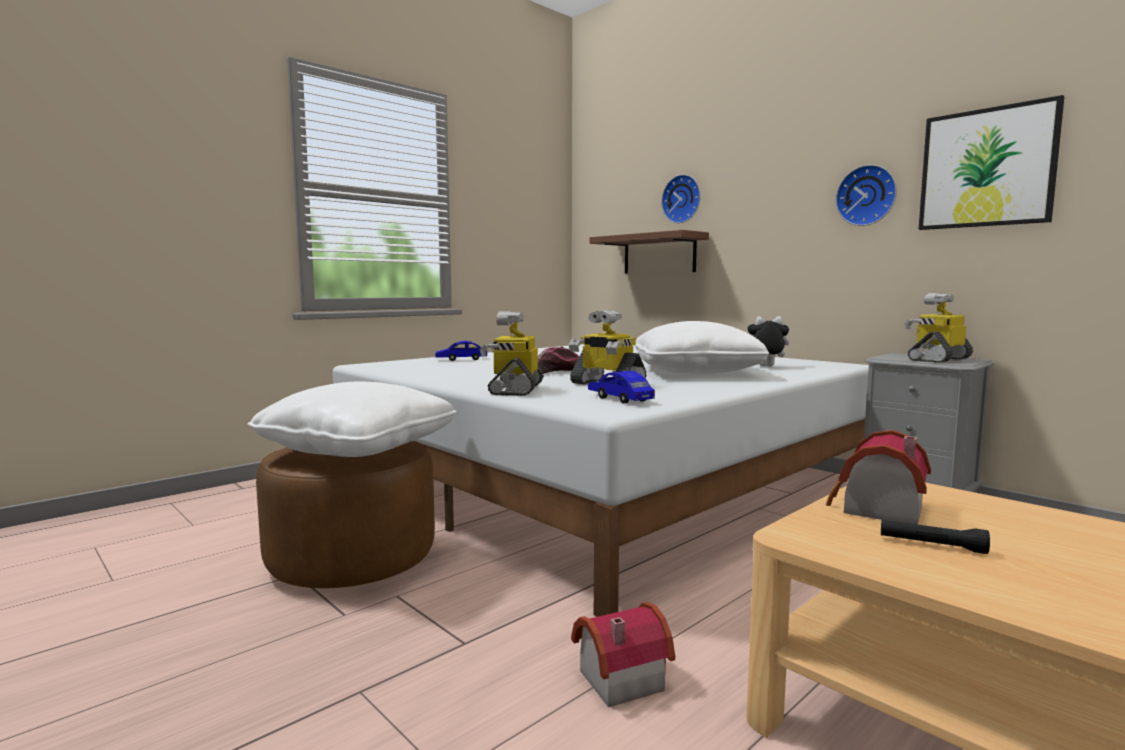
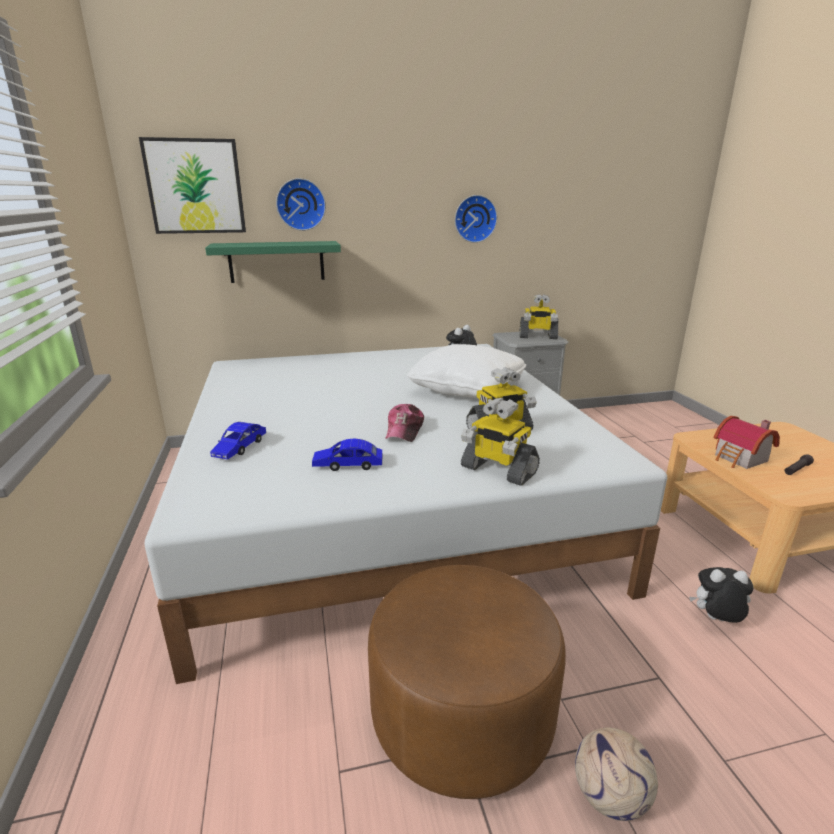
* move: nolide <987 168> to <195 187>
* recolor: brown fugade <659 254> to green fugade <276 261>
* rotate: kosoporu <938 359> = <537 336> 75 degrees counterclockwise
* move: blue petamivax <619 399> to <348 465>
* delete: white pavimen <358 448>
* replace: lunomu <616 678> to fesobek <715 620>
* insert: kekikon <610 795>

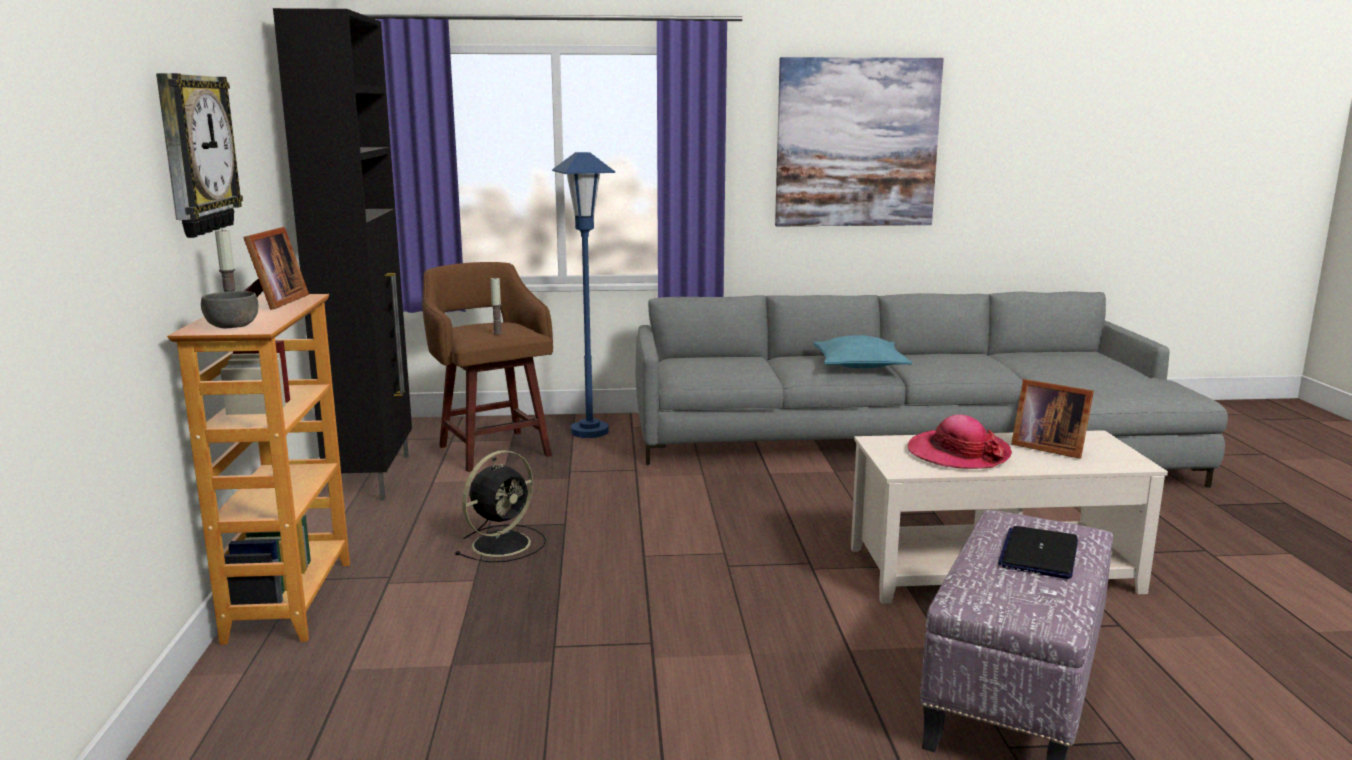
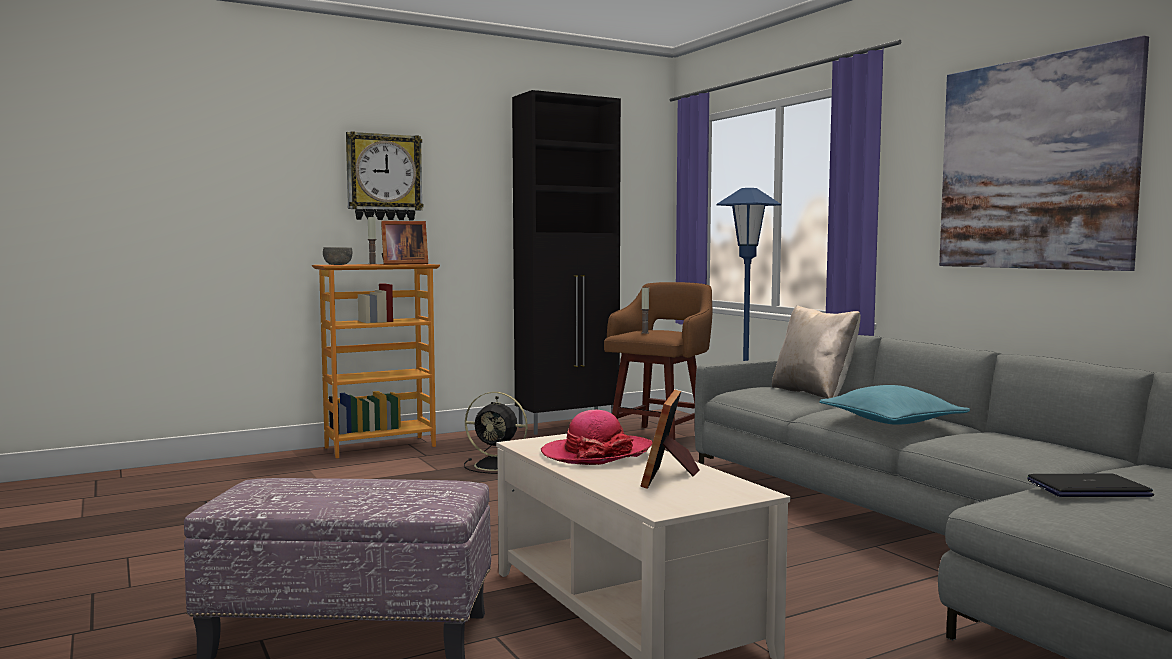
* move: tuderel <1039 554> to <1088 488>
* insert: beige pavimen <814 393>

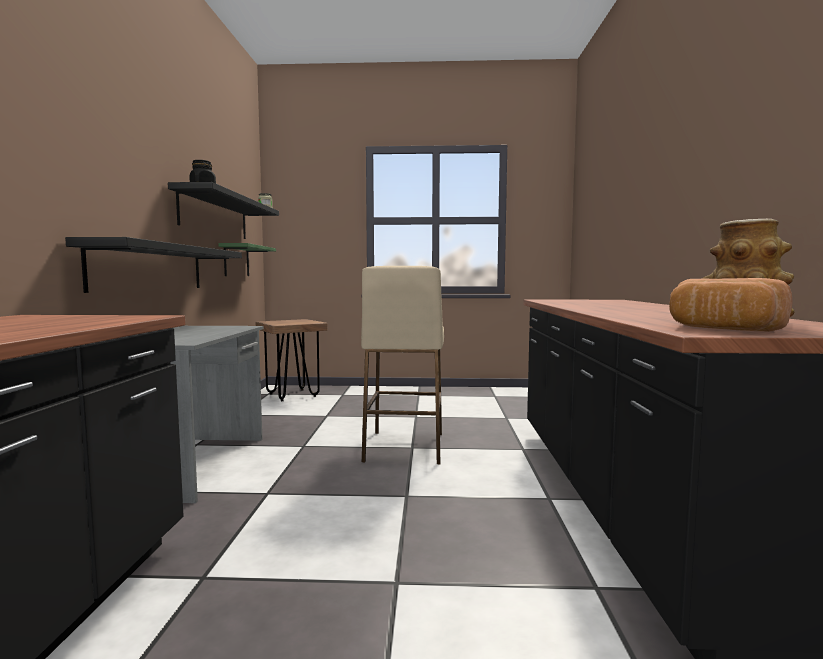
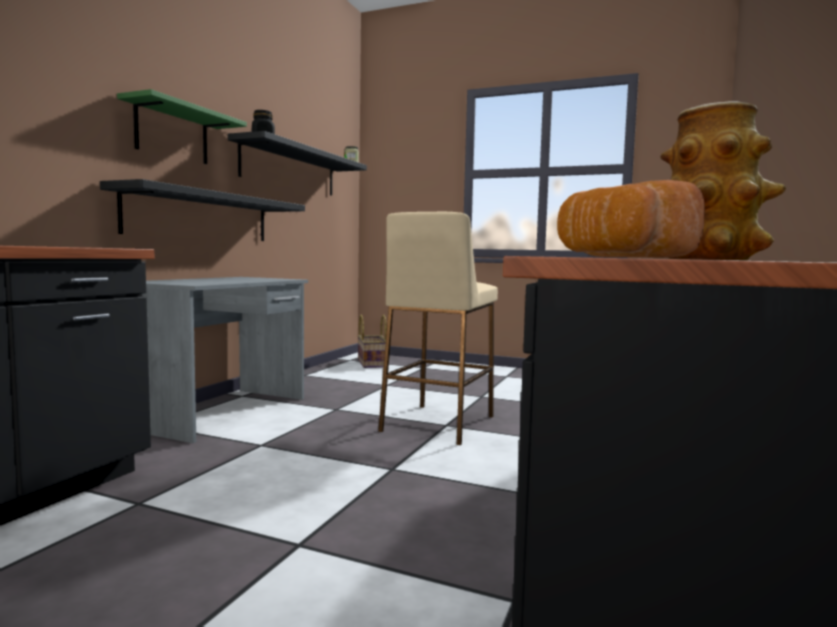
* move: green fugade <236 261> to <172 133>
* replace: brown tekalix <292 395> to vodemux <372 363>

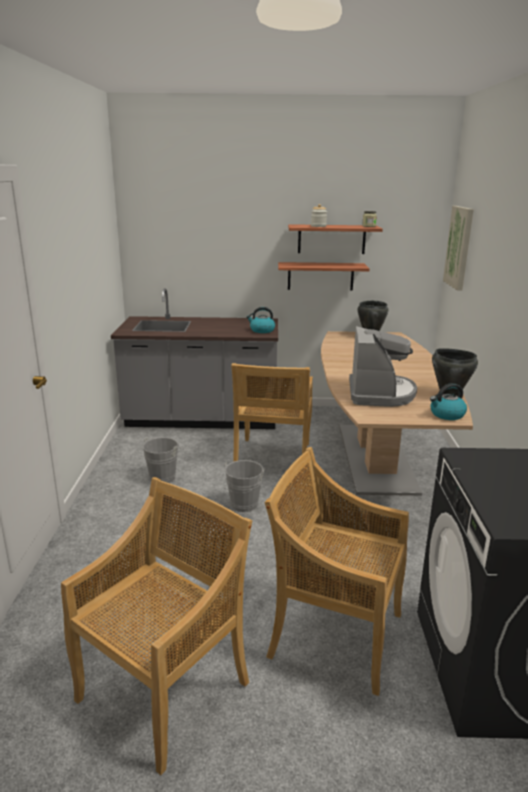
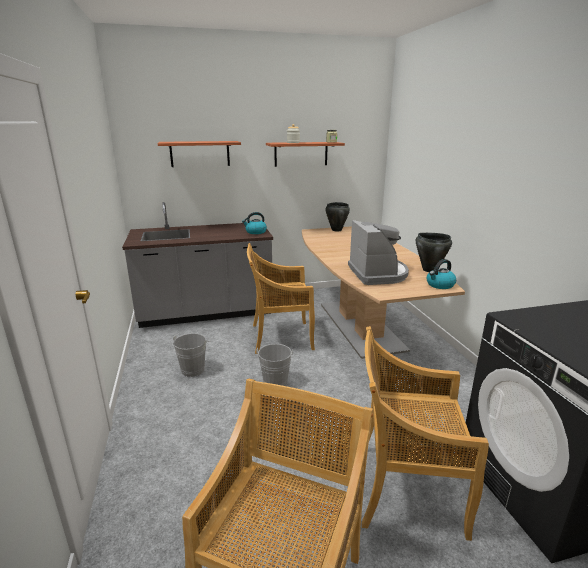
* delete: nolide <459 247>
* move: fugade <320 276> to <200 154>
* rotate: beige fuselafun <272 457> = <280 337> 90 degrees clockwise

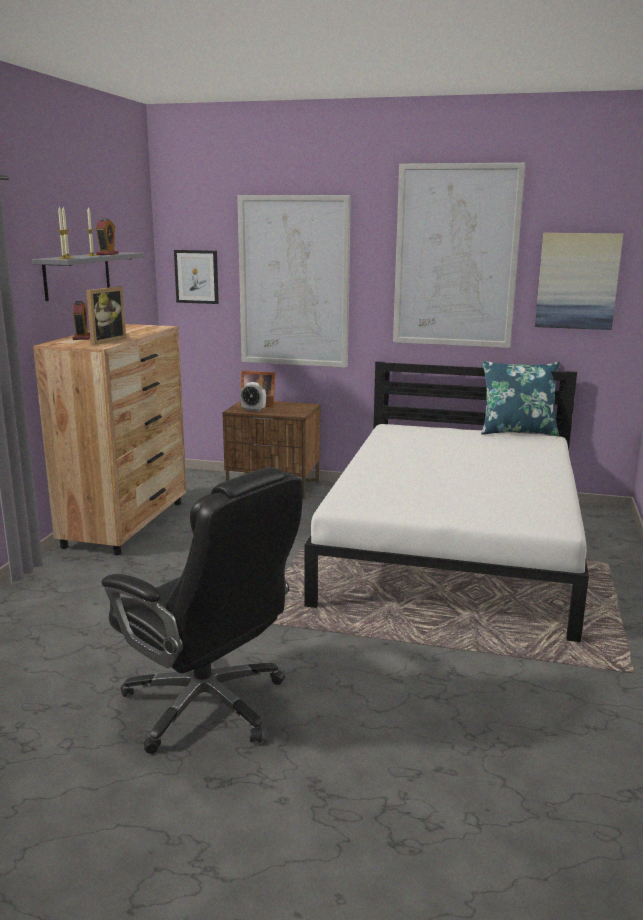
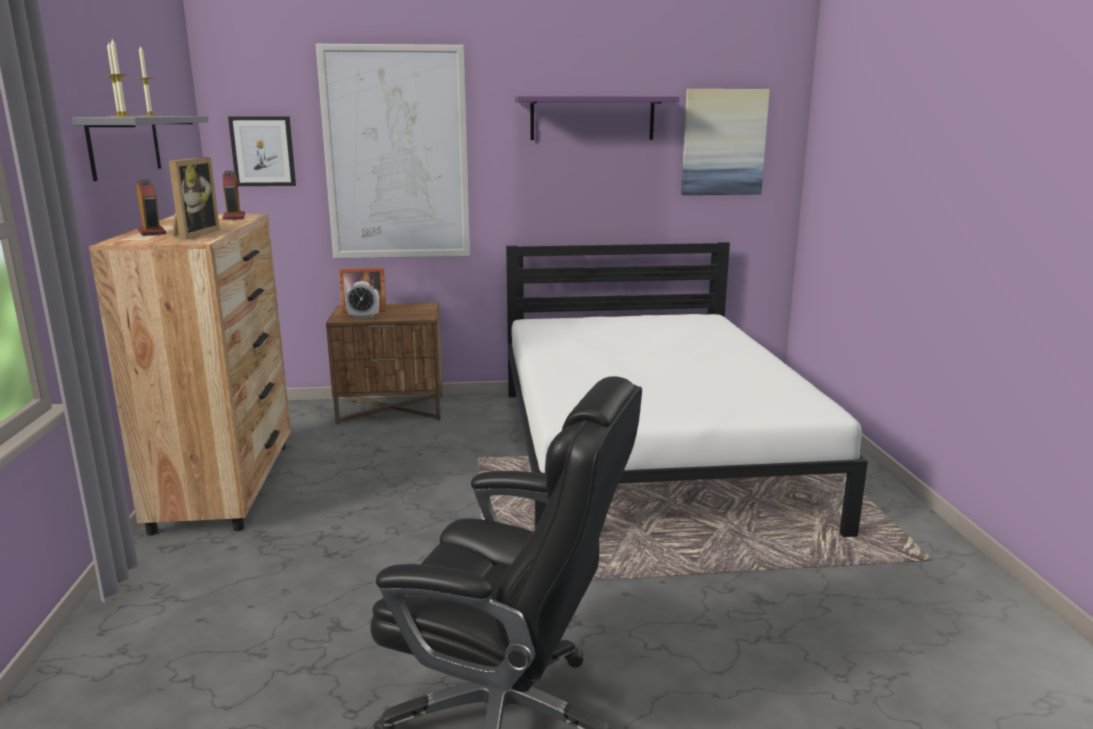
* replace: nolide <456 257> to purple fugade <592 118>
* move: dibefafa <107 254> to <234 217>
* delete: blue pavimen <517 431>

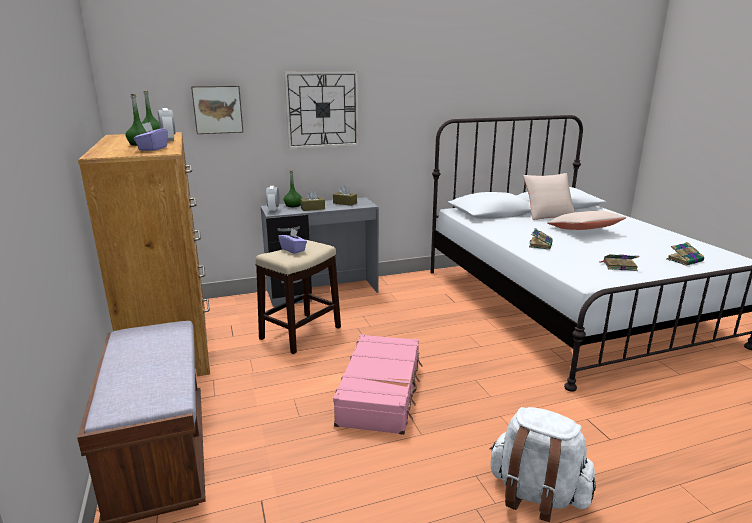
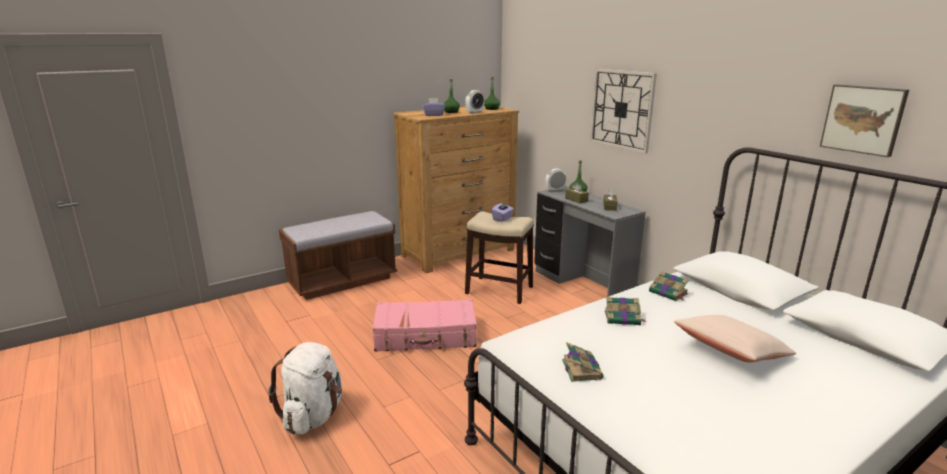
* move: nolide <217 109> to <863 119>
* delete: beige pavimen <547 215>
* move: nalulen <685 260> to <669 293>

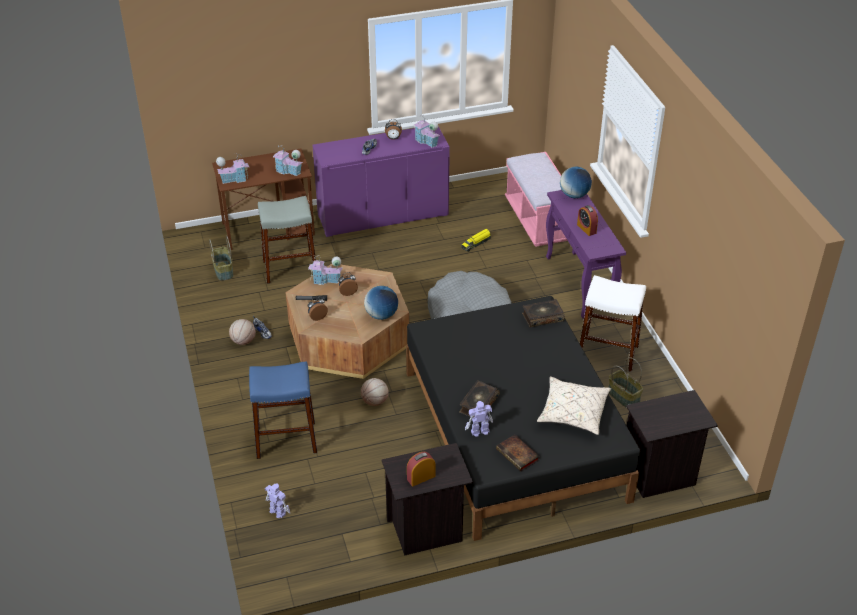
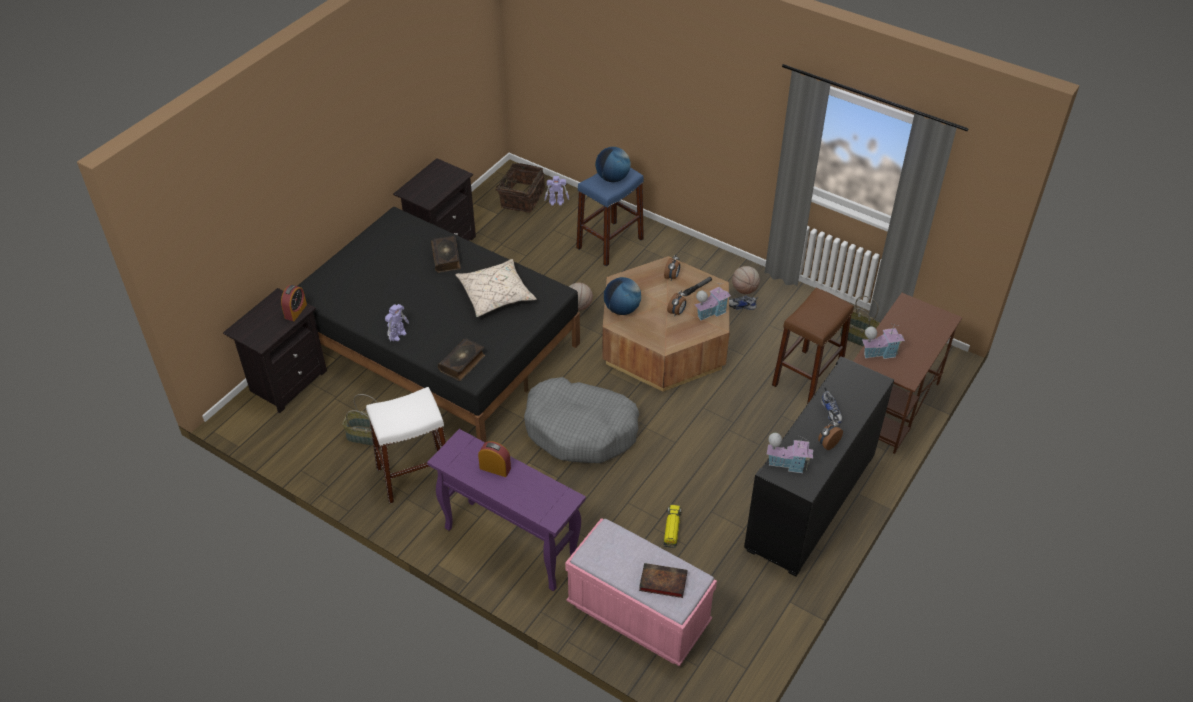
* recolor: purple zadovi <383 215> to black zadovi <811 501>
* delete: lunomu <234 179>
* move: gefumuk <574 195> to <612 178>
* recolor: grey tekalix <290 268> to brown tekalix <807 377>
* move: beige pavimen <573 412> to <496 295>
* move: kosoporu <479 431> to <398 334>
* move: nalulen <518 455> to <661 582>
* move: dibefafa <421 477> to <295 311>
* insert: vodemux <521 198>

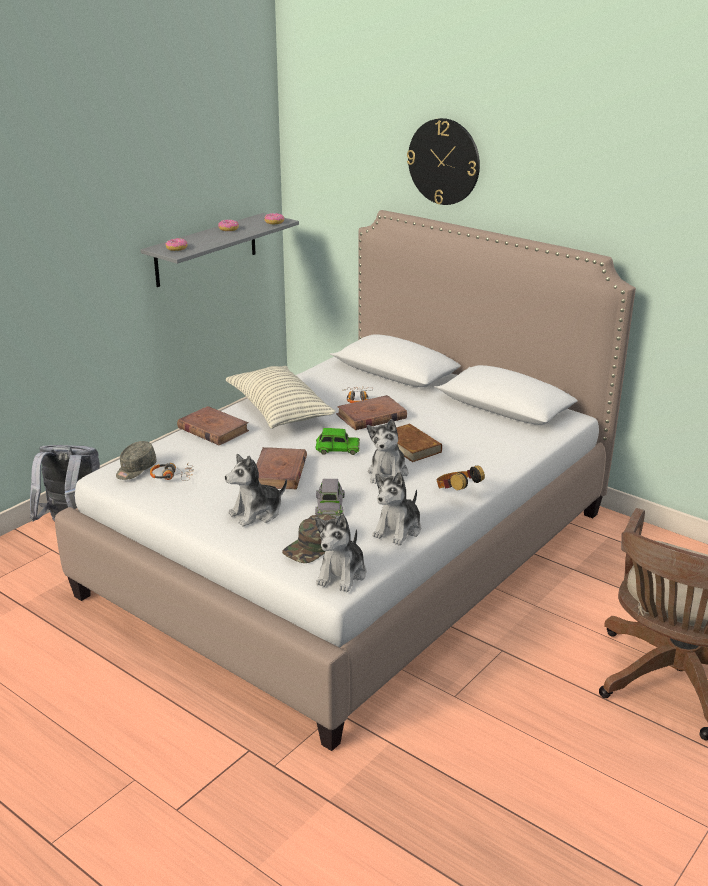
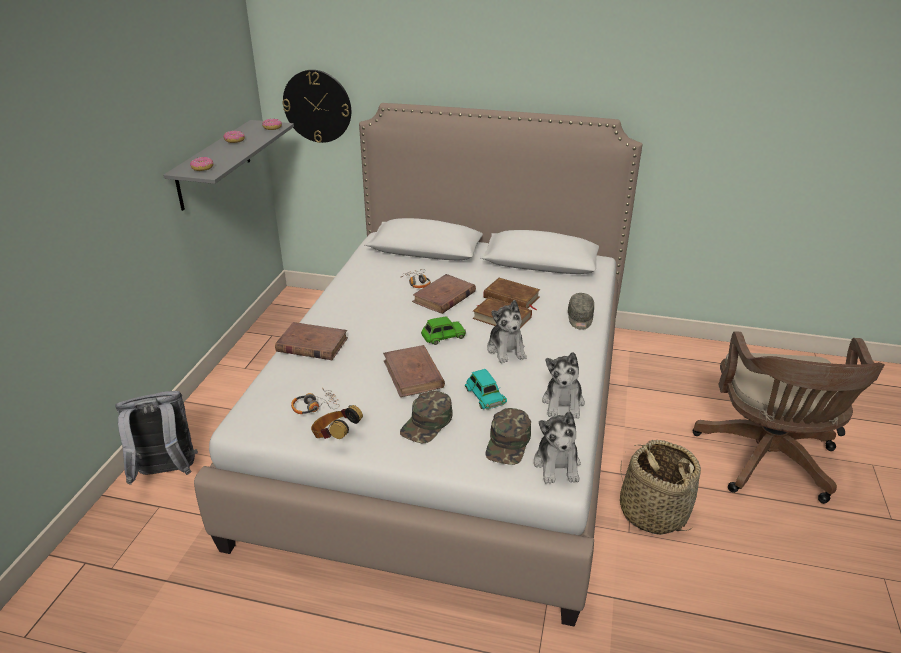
* move: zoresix <444 161> to <317 106>
* delete: pavimen <279 411>
* move: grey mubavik <135 469> to <580 318>
* replace: fesobek <256 513> to green mubavik <427 423>
* move: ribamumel <457 493> to <335 436>
* recolor: grey petamivax <329 505> to turquoise petamivax <485 395>
* insert: brown nalulen <511 297>
* insert: vodemux <653 512>

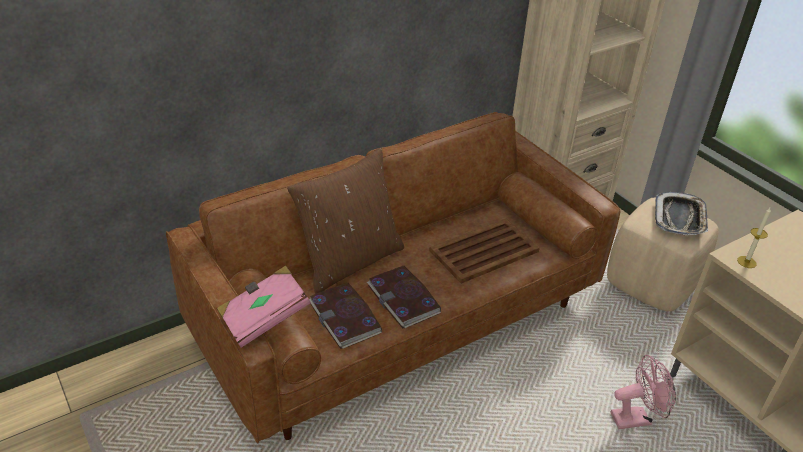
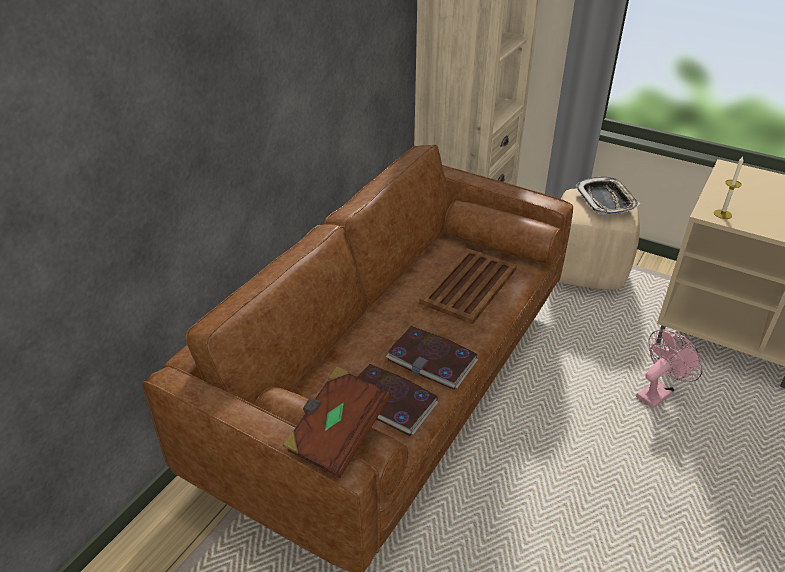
* delete: brown pavimen <350 261>
* recolor: pink nalulen <264 318> to brown nalulen <337 434>

